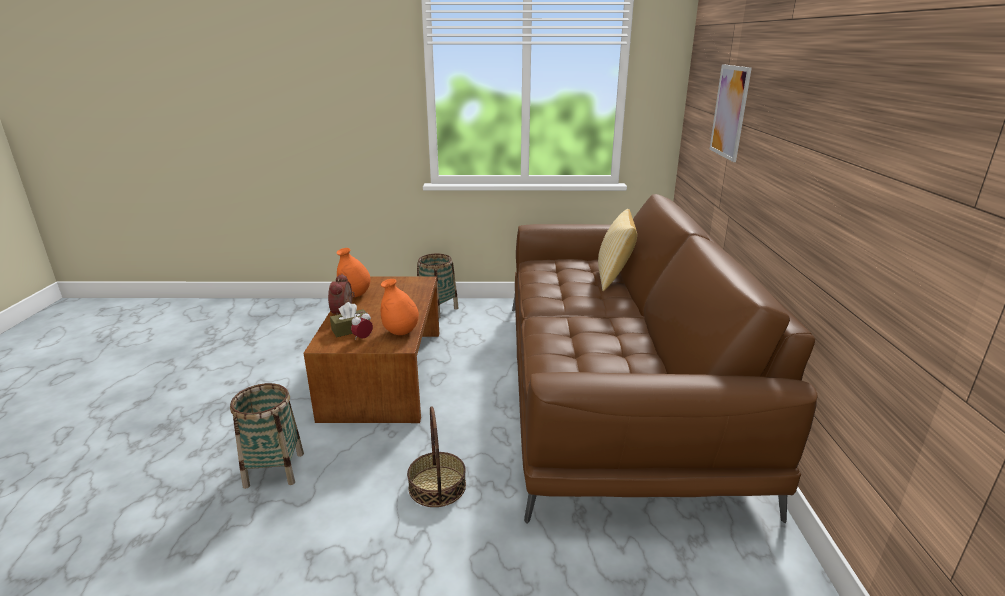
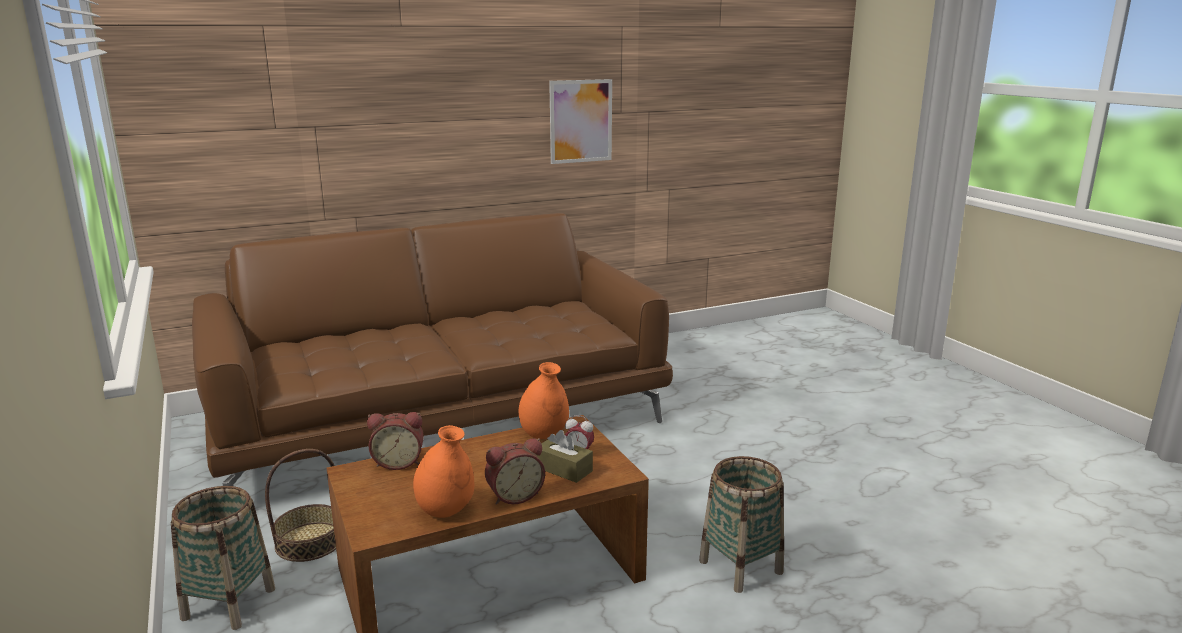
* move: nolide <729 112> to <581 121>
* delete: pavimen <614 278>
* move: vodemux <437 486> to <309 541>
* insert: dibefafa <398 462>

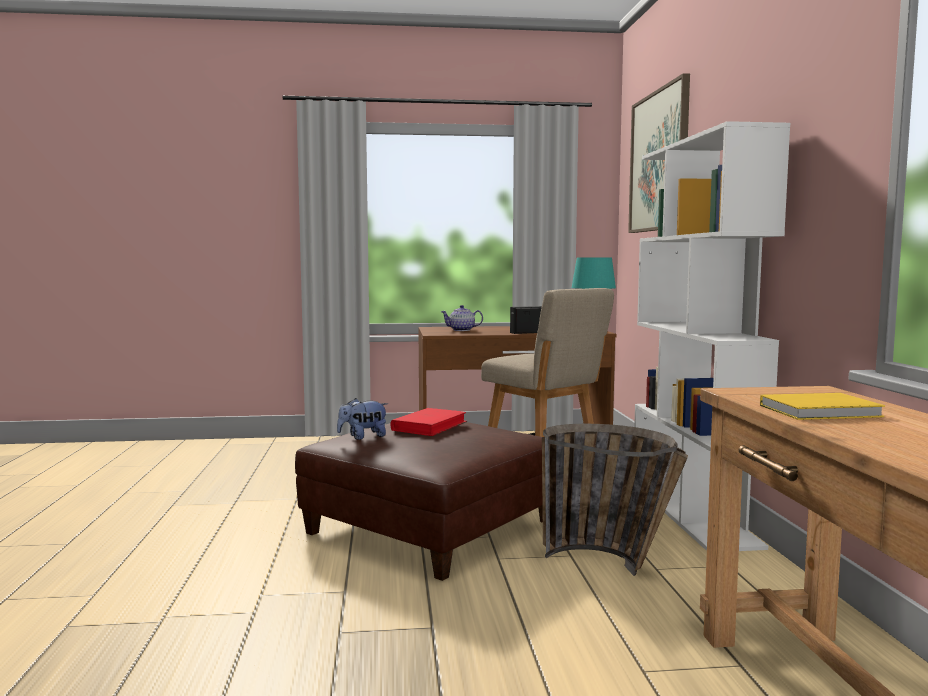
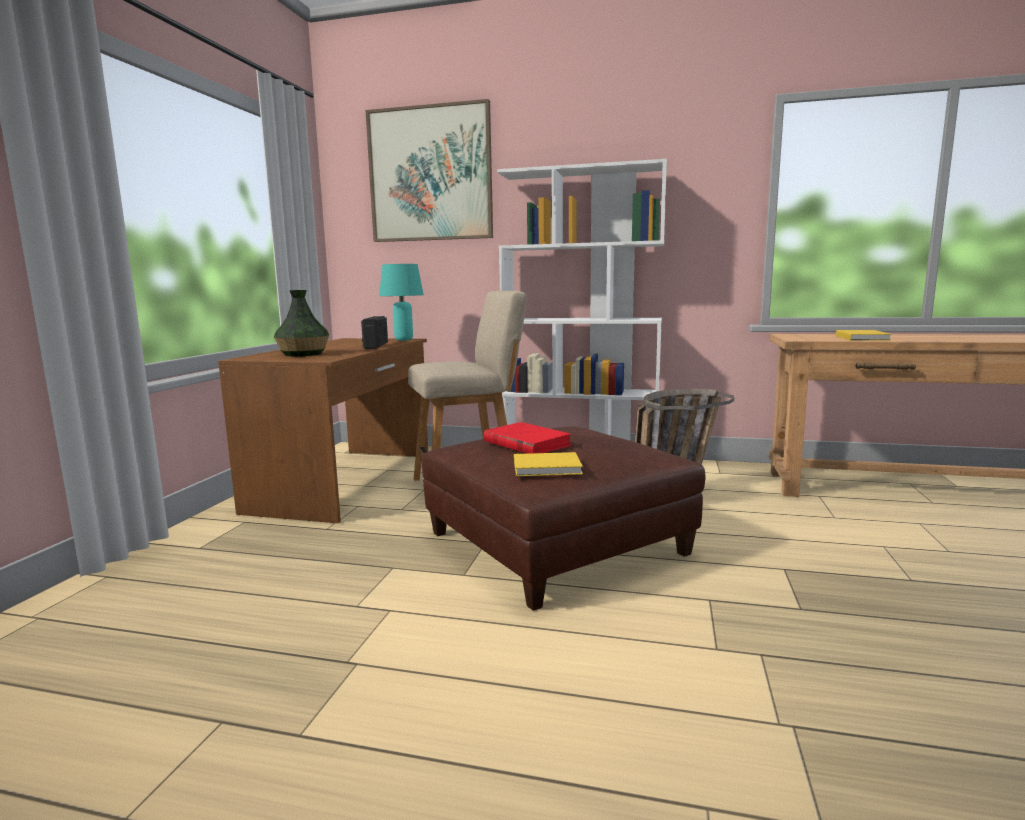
* replace: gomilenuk <462 330> to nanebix <304 354>
* replace: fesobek <363 437> to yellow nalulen <549 468>

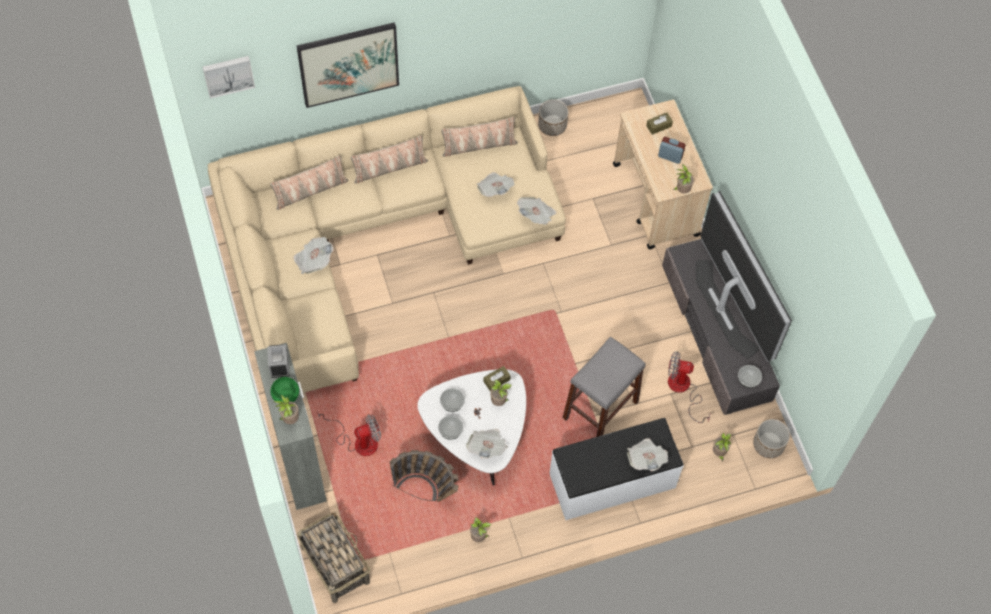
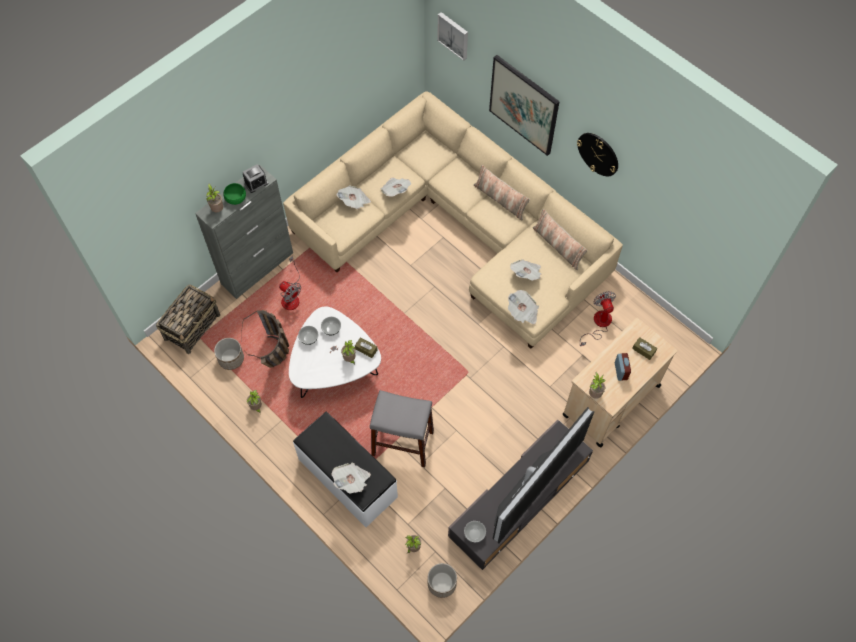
* move: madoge <552 125> to <231 359>
* delete: pavimen <310 191>
* move: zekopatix <683 389> to <598 324>
* move: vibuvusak <487 447> to <354 201>
* insert: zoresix <598 154>

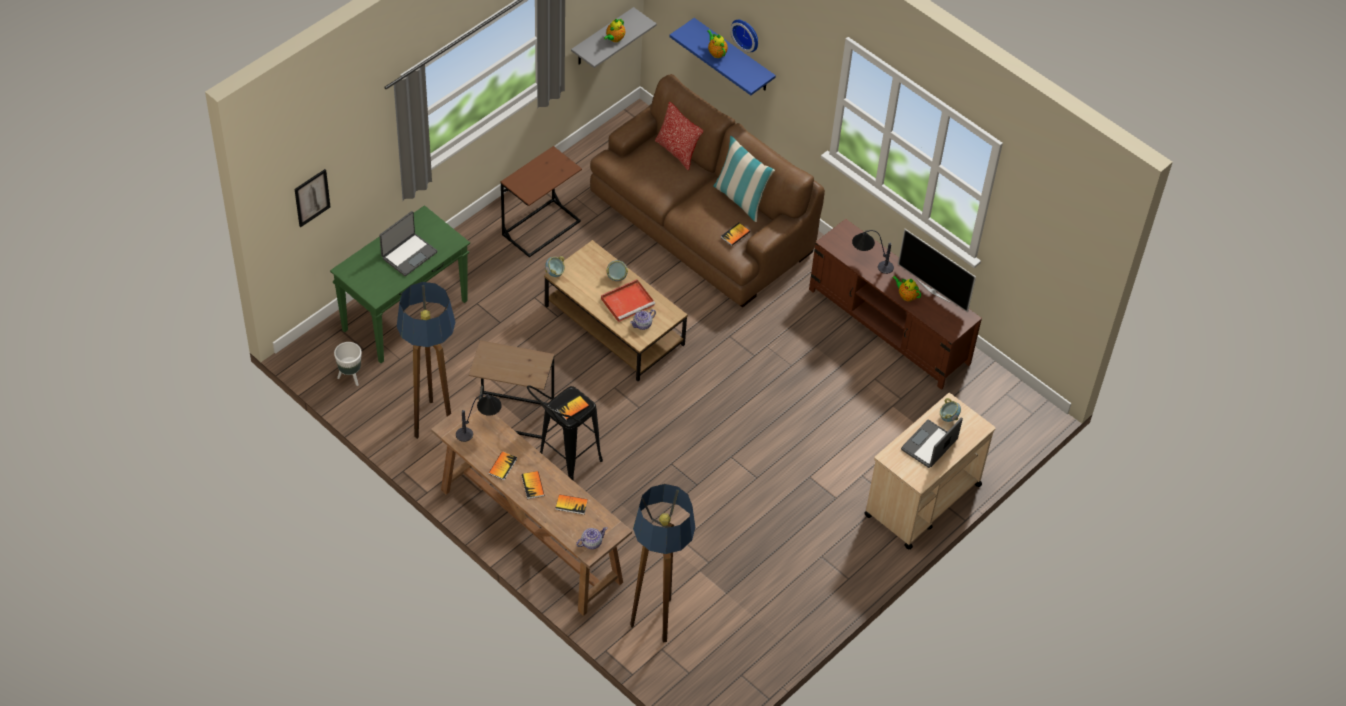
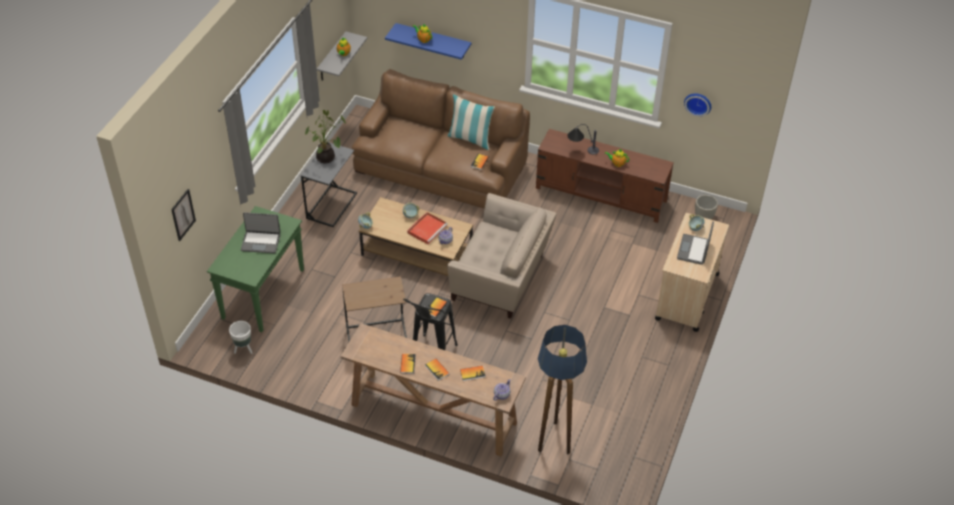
* move: zoresix <746 34> to <698 103>
* delete: pavimen <677 152>
* recolor: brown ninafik <541 228> to grey ninafik <331 205>
* rotate: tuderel <409 254> = <261 242> 75 degrees clockwise
* delete: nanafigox <934 290>
* delete: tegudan <432 420>
* delete: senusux <480 427>
* insert: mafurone <327 158>
* insert: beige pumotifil <501 278>
* insert: grey madoge <704 217>

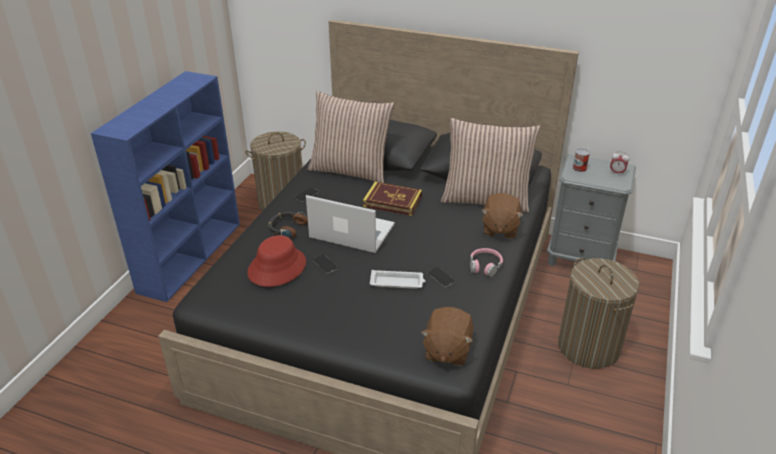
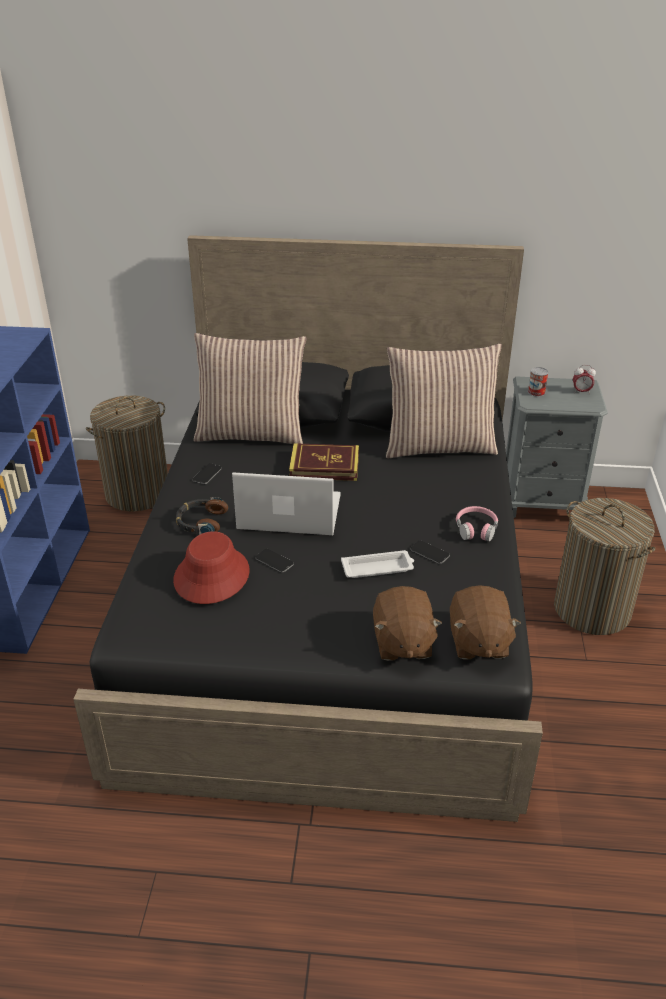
* move: brown fesobek <499 229> to <402 643>

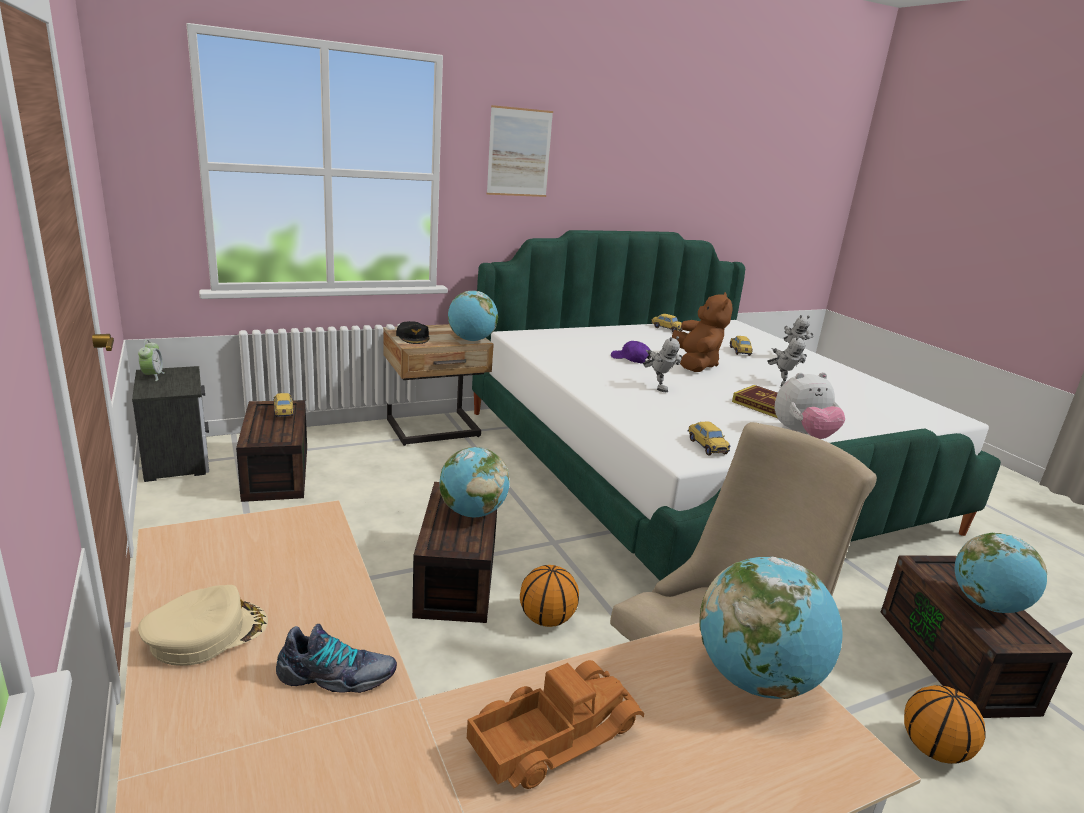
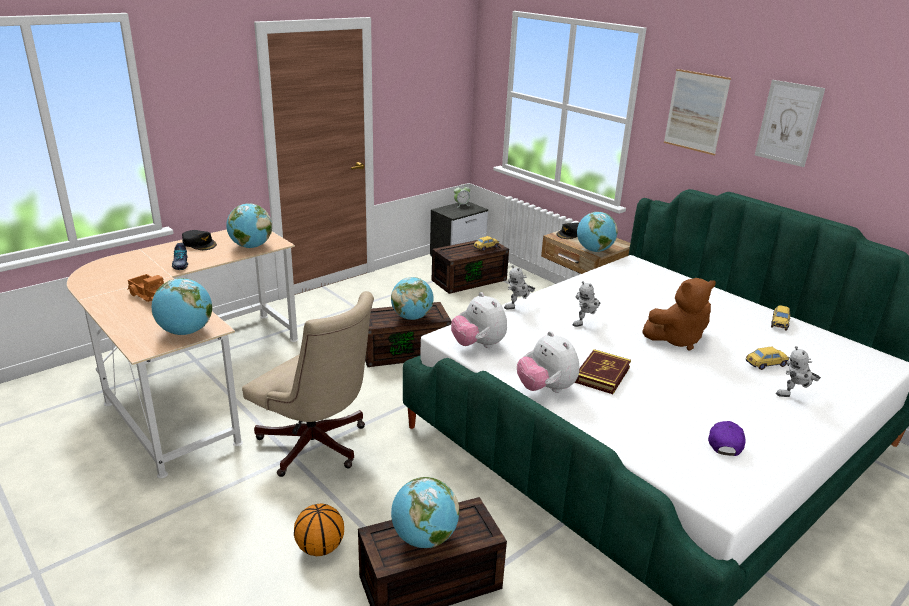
* move: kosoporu <781 384> to <518 307>
* move: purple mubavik <630 359> to <725 442>
* replace: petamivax <706 446> to fesobek <478 345>
* delete: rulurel <546 619>
* recolor: beige mubavik <206 633> to black mubavik <199 244>
* insert: nolide <788 123>
* insert: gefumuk <251 246>

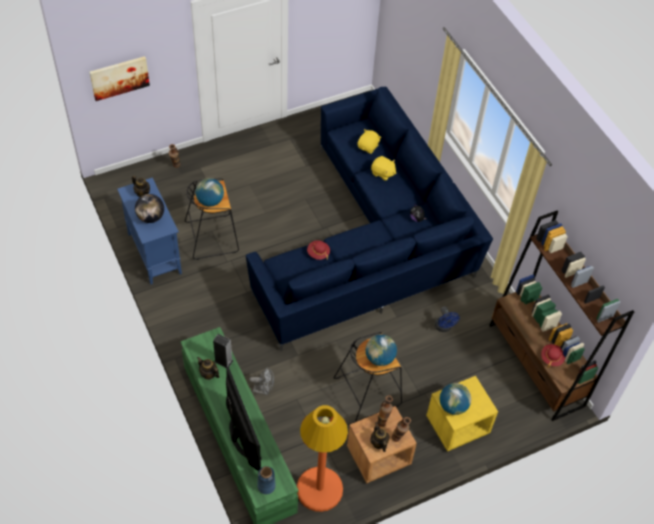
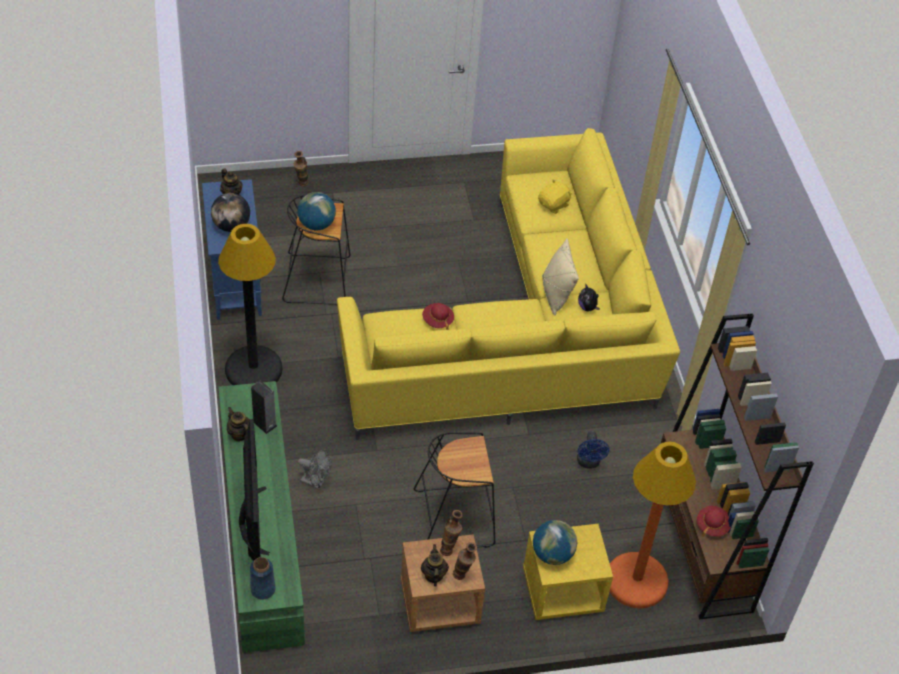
* delete: nolide <119 77>
* recolor: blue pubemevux <371 245> to yellow pubemevux <526 336>
* delete: yellow fesobek <382 173>
* delete: gefumuk <379 358>
* move: orange tegudan <319 489> to <636 581>
* insert: black tegudan <253 369>
* insert: beige pavimen <555 295>

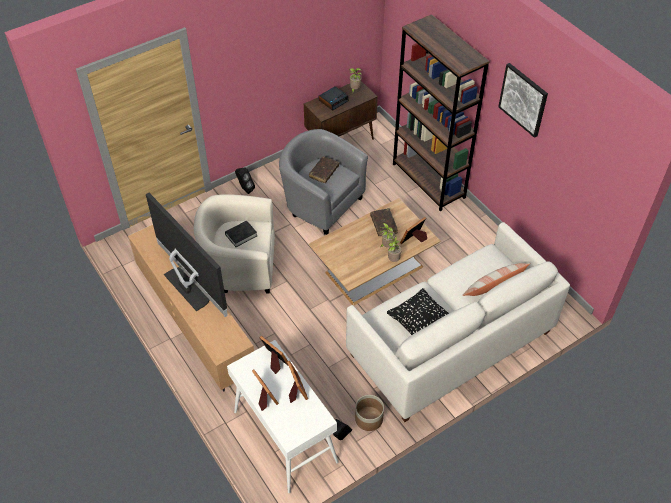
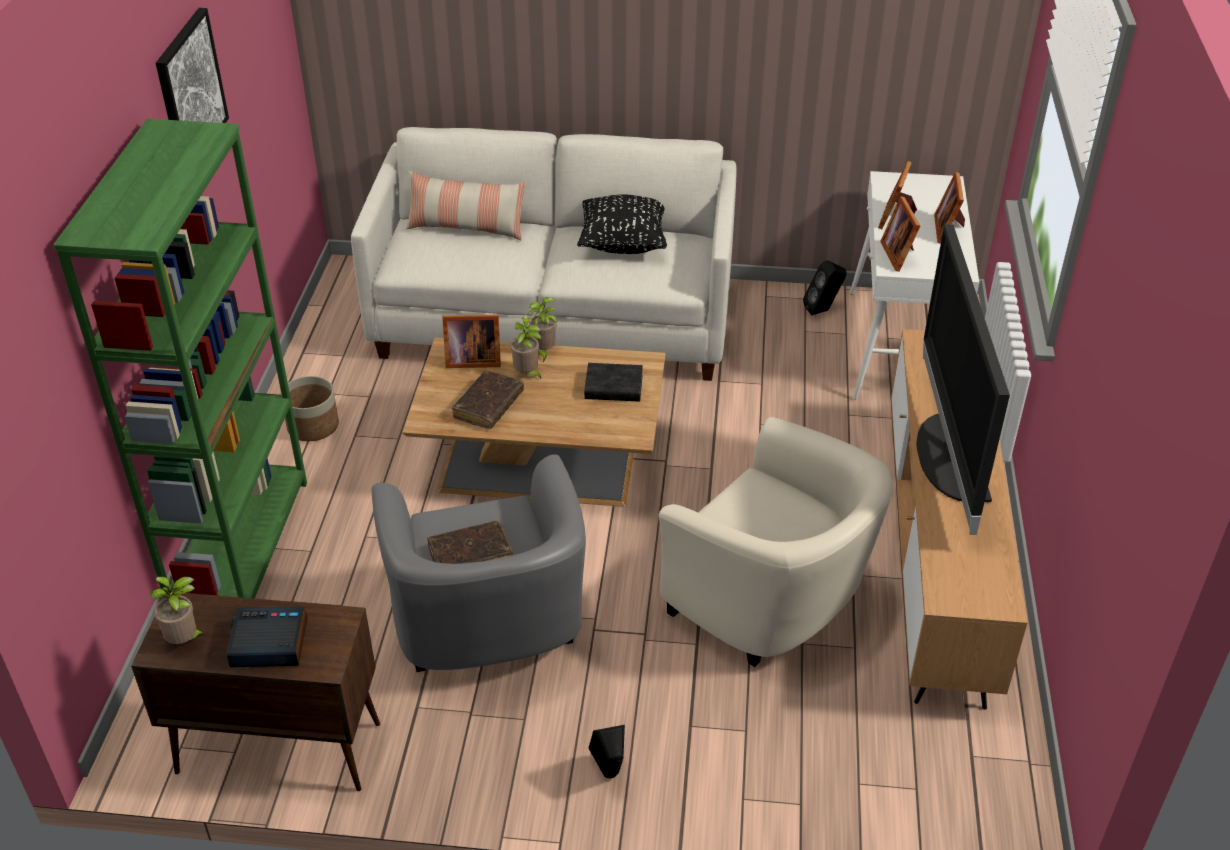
* recolor: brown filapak <428 181> to green filapak <241 545>
* move: black nalulen <241 235> to <613 387>
* move: madoge <369 418> to <312 426>

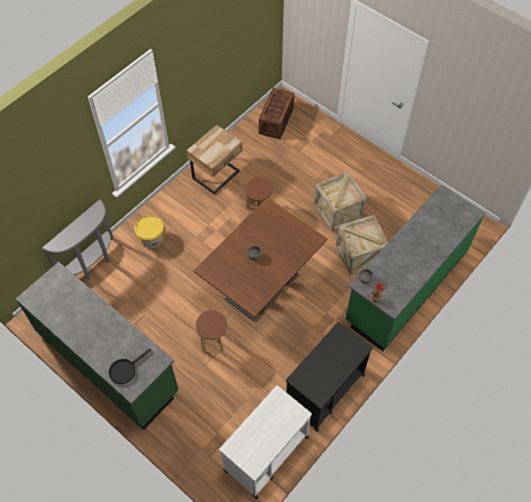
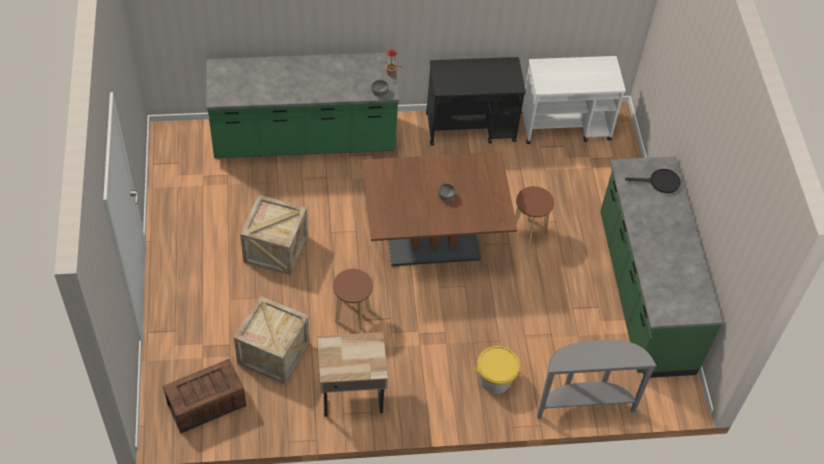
* move: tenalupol <360 254> to <273 353>

